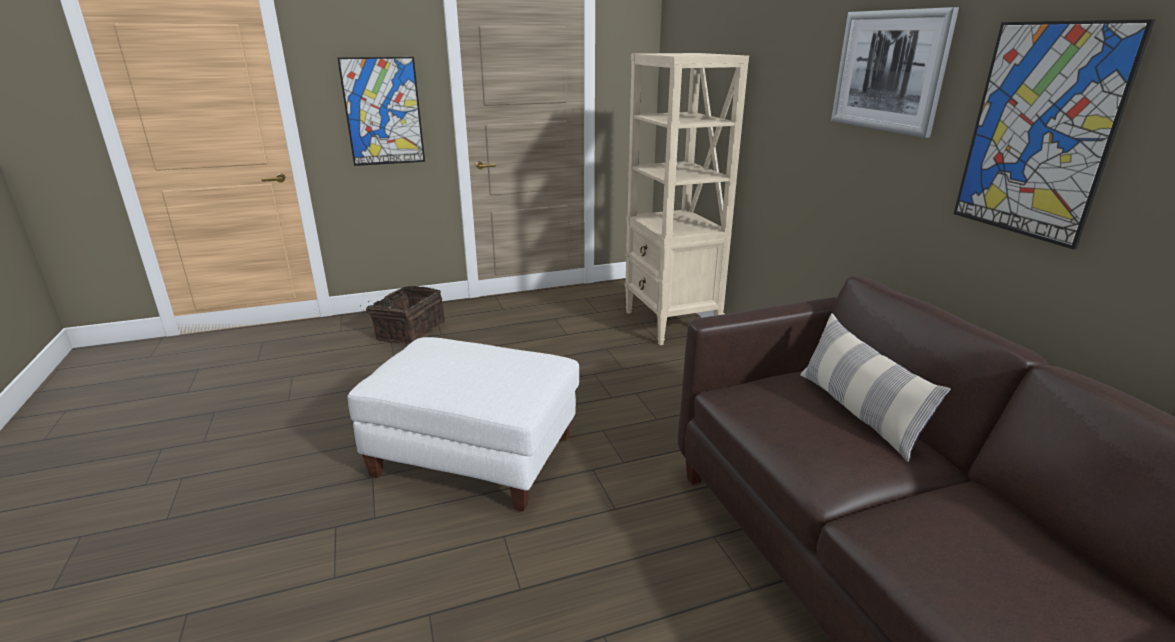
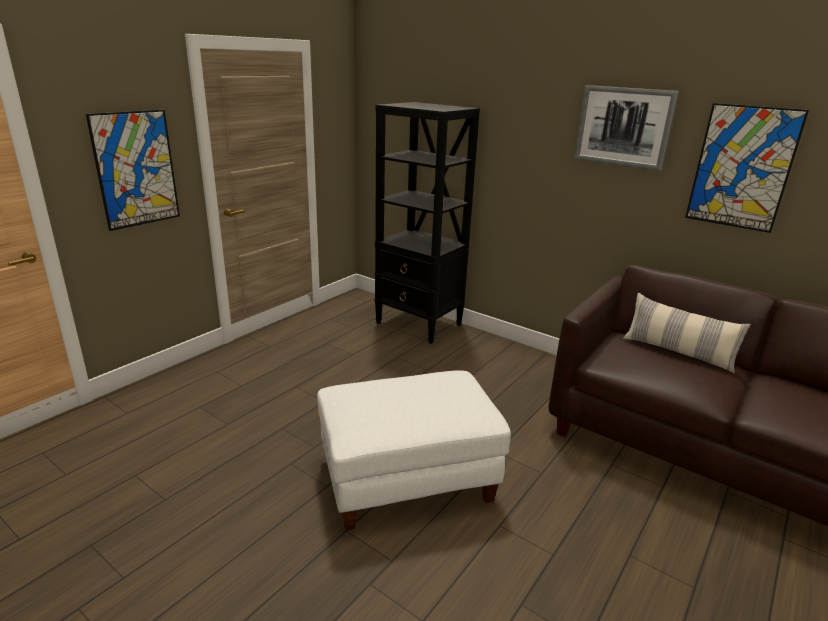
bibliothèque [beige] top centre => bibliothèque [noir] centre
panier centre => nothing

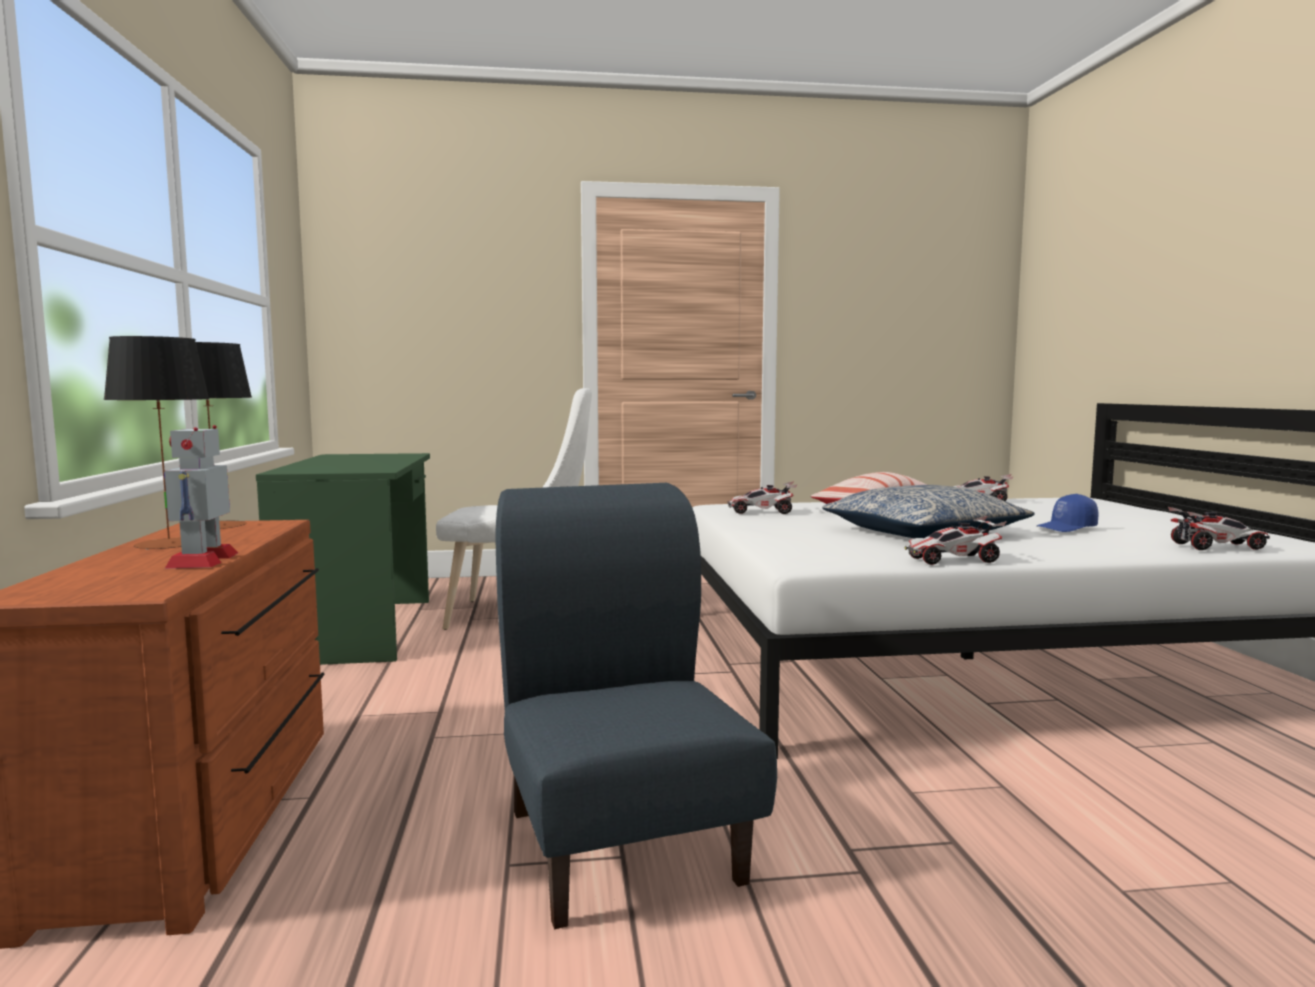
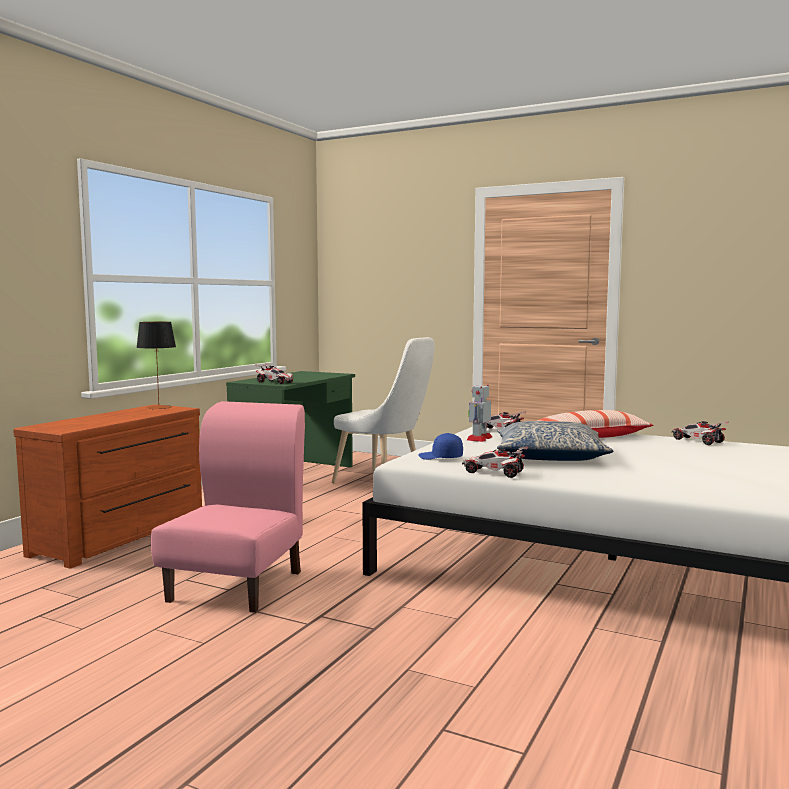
chaise [bleu] bottom centre => chaise [rose] middle left
petite voiture (4th from left in the first image) middle right => petite voiture (1st from left) centre, moved
casquette [bleu] middle right => casquette [bleu] centre, moved
robot jouet middle left => robot jouet centre, moved
lampe de table (1st from left) middle left => nothing

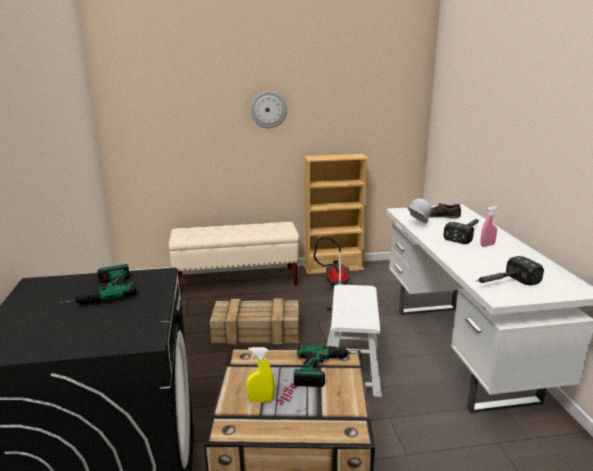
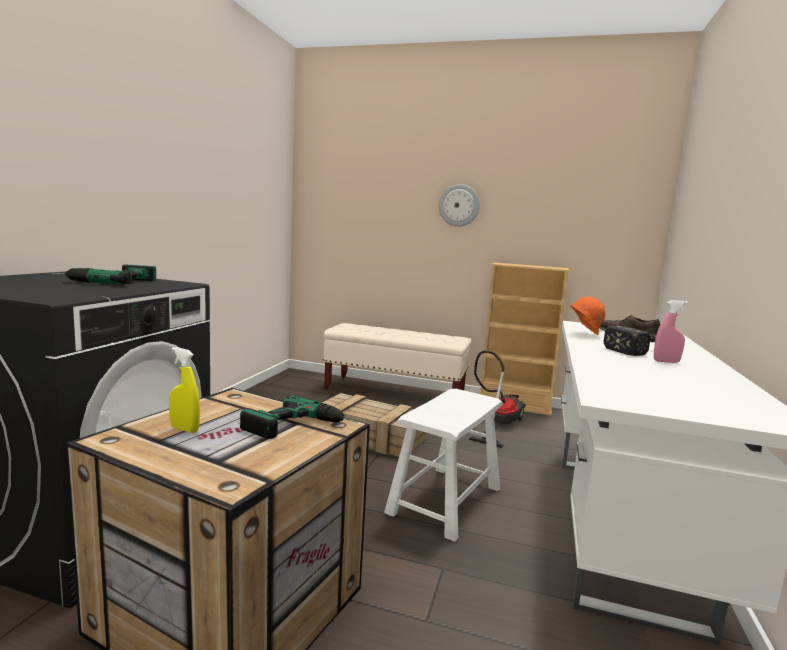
casque de chantier [blanc] middle right => casque de chantier [orange] middle right
marteau (2nd from left) middle right => nothing

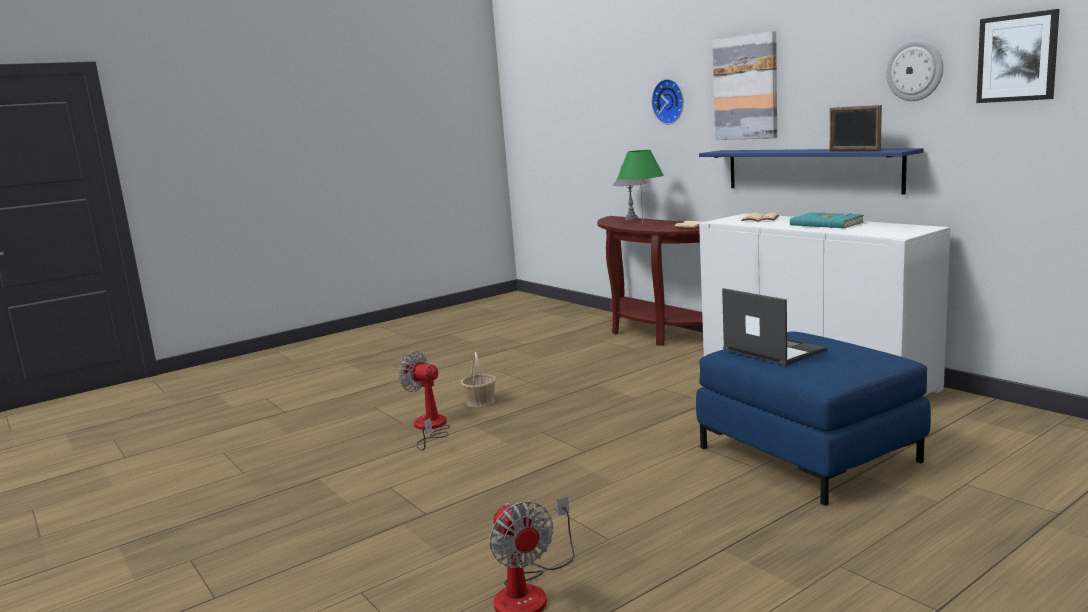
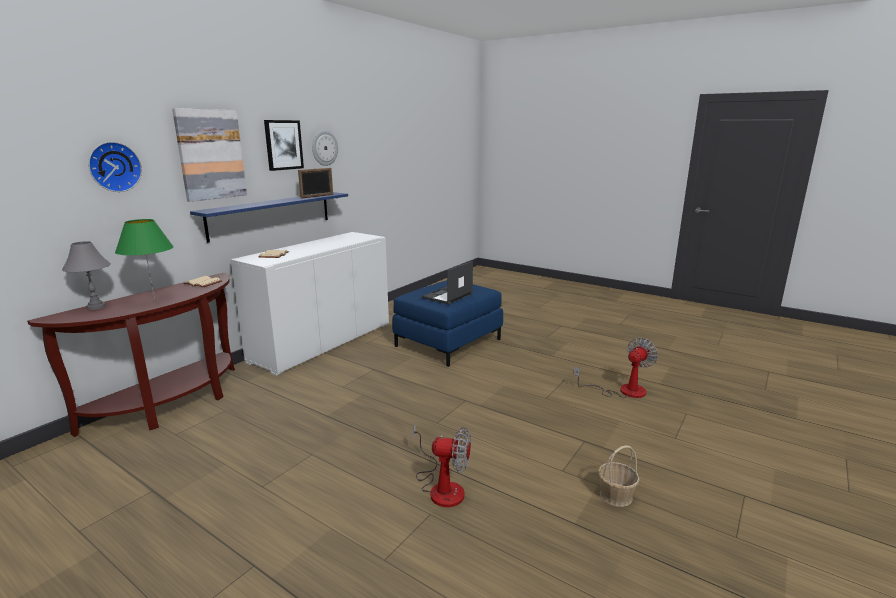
tableau (2nd from left) top right => tableau (2nd from left) top left, moved
ventilateur (1st from left) centre => ventilateur (1st from left) bottom centre, 90 degrees counterclockwise
panier centre => panier bottom right, moved
livre [turquoise] middle right => nothing

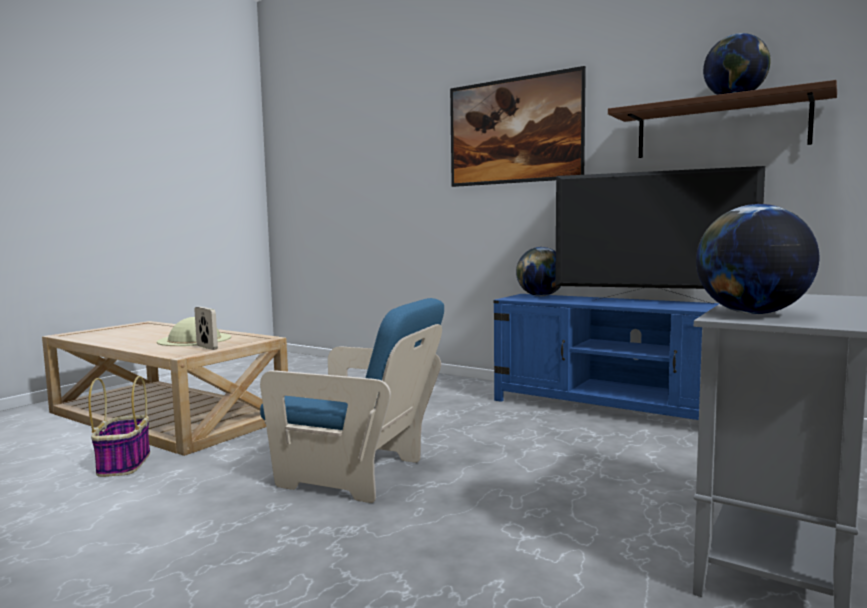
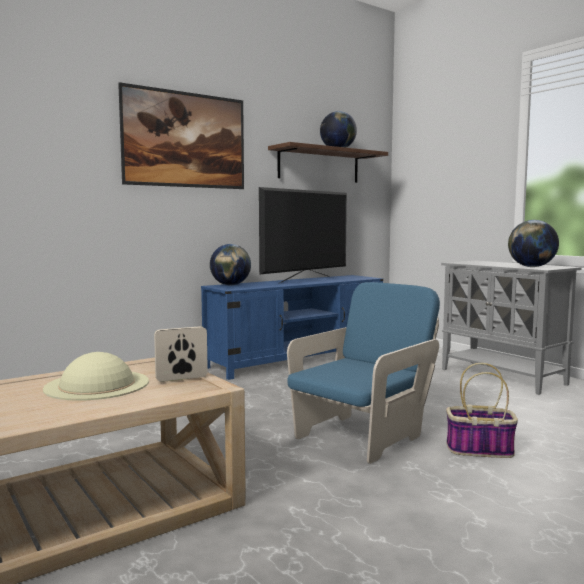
panier bottom left => panier bottom right, moved

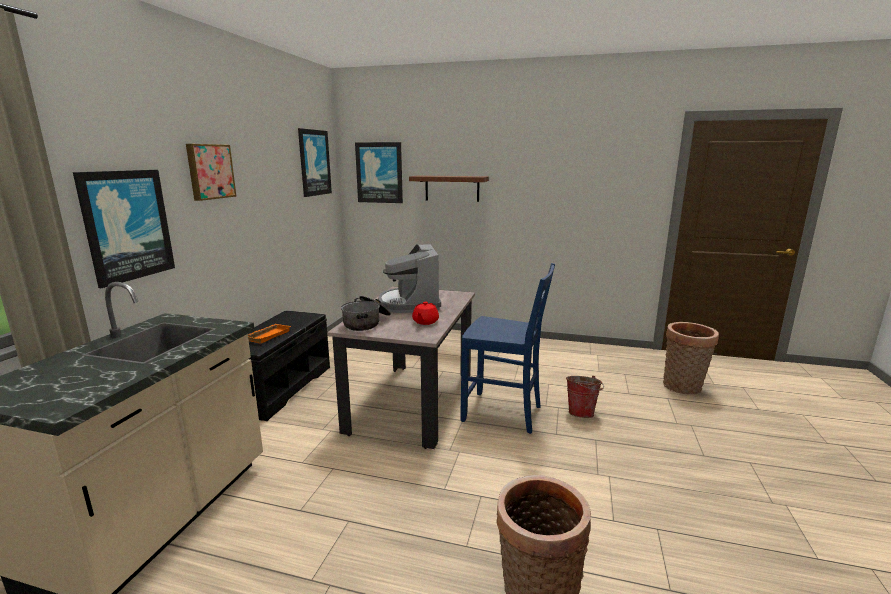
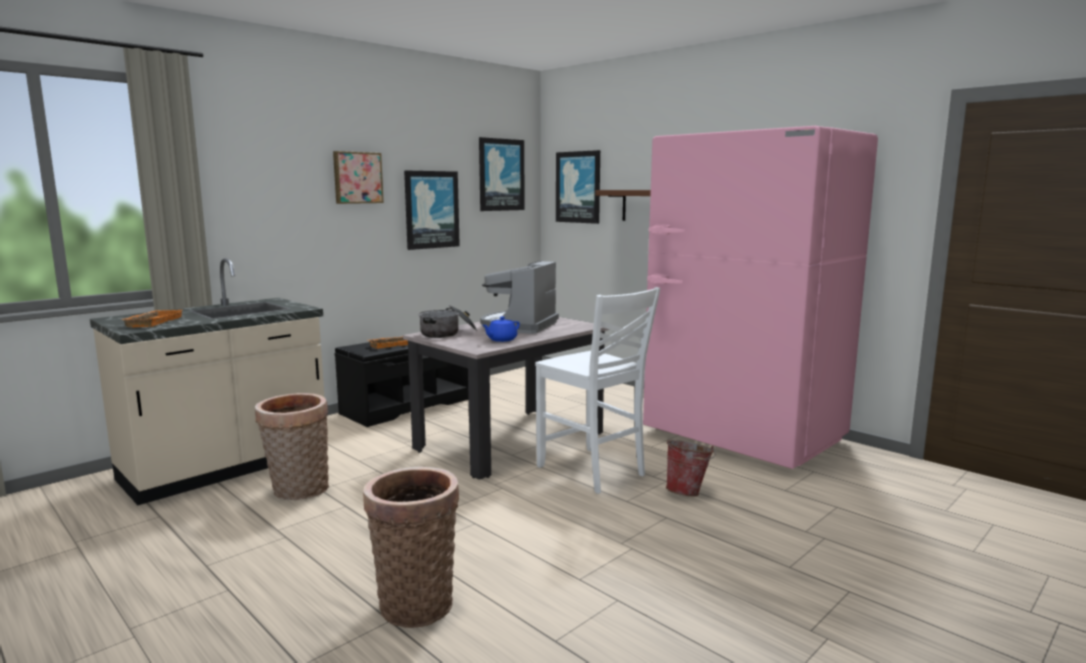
nothing => plateau [orange] (1st from left) middle left
panier (2nd from left in the first image) middle right => panier (1st from left) bottom left, moved
tableau (1st from left in the first image) middle left => tableau (2nd from left) top centre, moved
théière [rouge] centre => théière [bleu] centre
chaise [bleu] centre => chaise [blanc] centre
nothing => réfrigérateur [rose] middle right

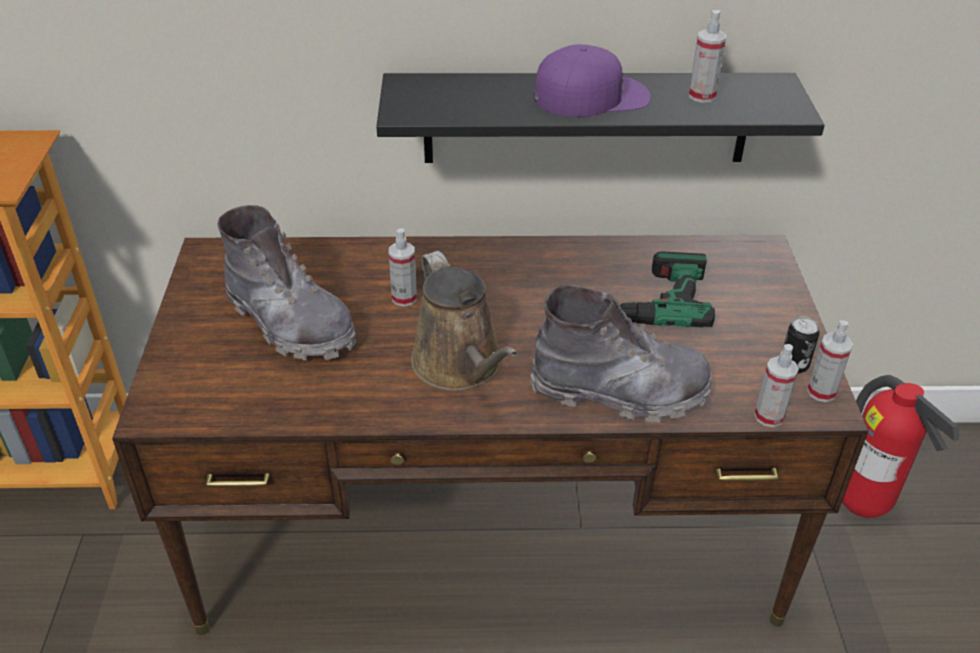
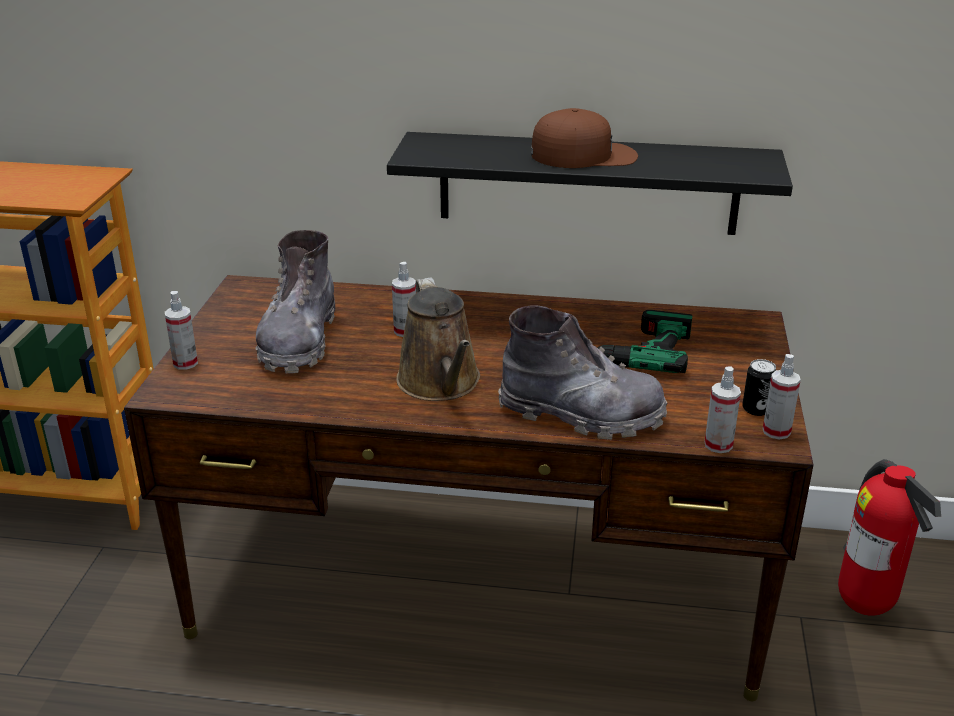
vaporisateur (2nd from left in the first image) top right => vaporisateur (1st from left) middle left, moved
botte [gris] (1st from left) middle left, 45 degrees clockwise
casquette [violet] top centre => casquette [marron] top centre

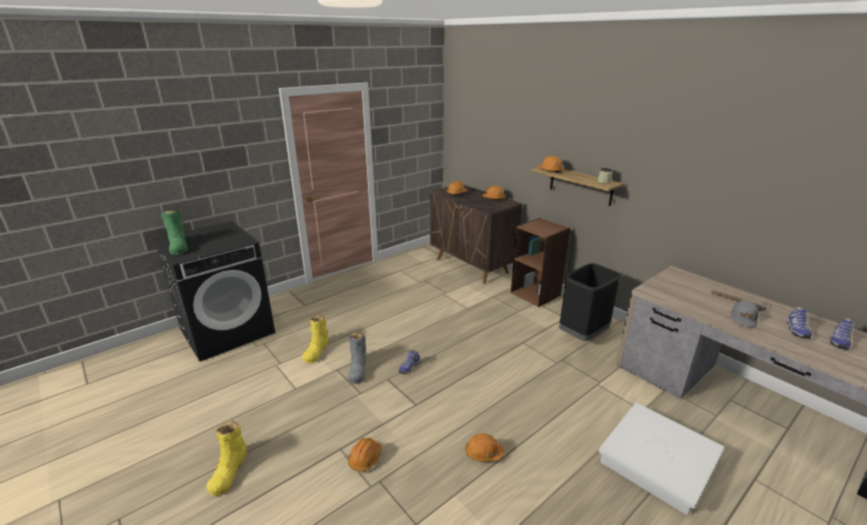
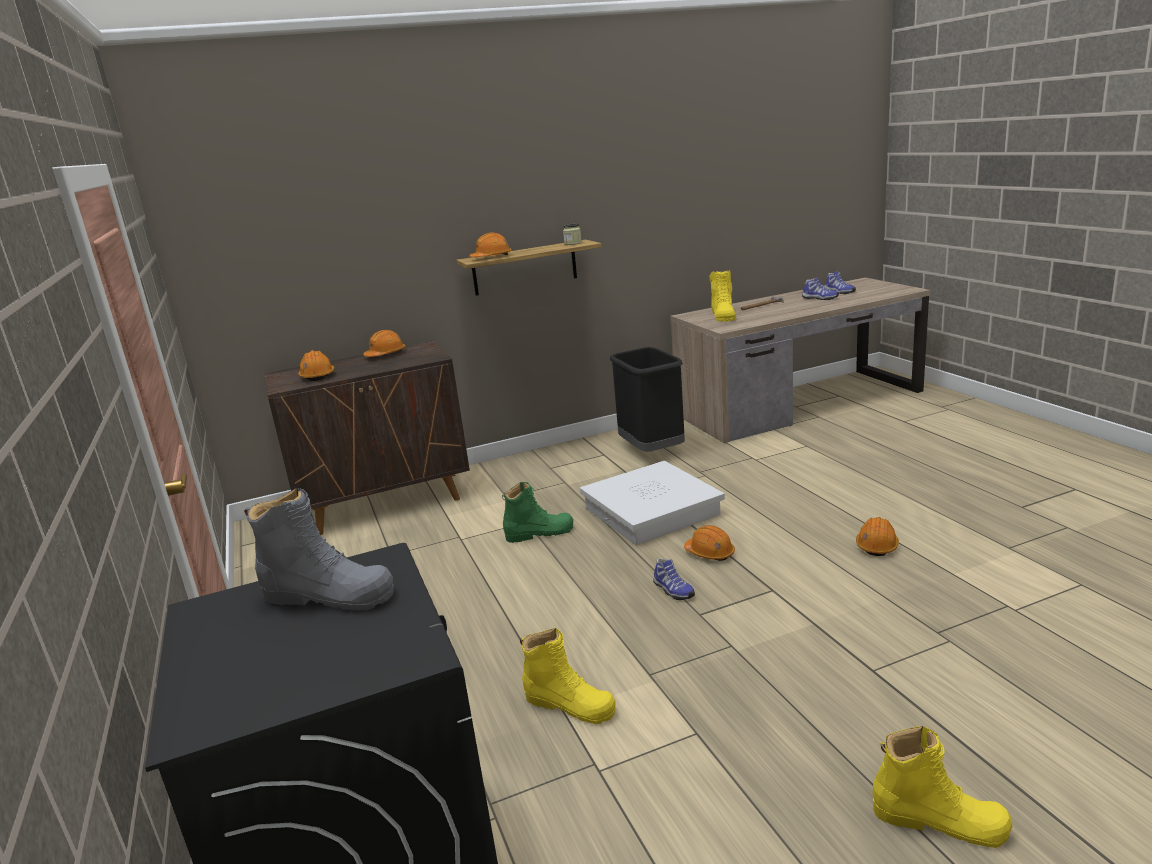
botte [gris] bottom centre => botte [gris] middle left, moved
botte [vert] middle left => botte [vert] centre, moved
boîte de rangement [blanc] bottom right => boîte de rangement [blanc] centre, moved
casque de chantier [orange] (1st from left in the first image) bottom centre => casque de chantier [orange] (4th from left) centre, moved
nothing => botte [jaune] (2nd from left) centre
bibliothèque [marron] centre => nothing
casquette [gris] middle right => nothing

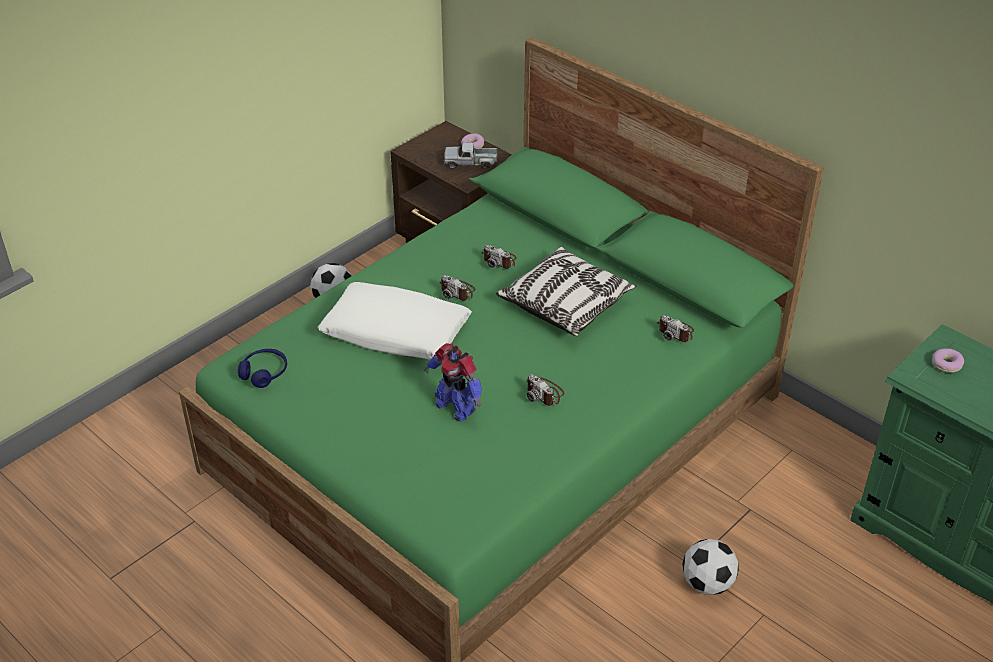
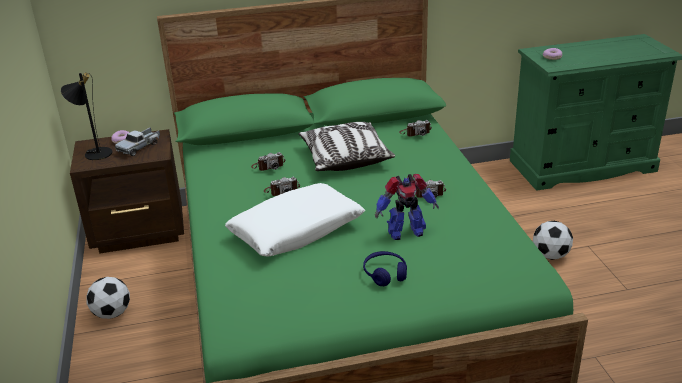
nothing => lampe de table [noir] top left
casque audio [bleu] middle left => casque audio [bleu] bottom centre, moved

